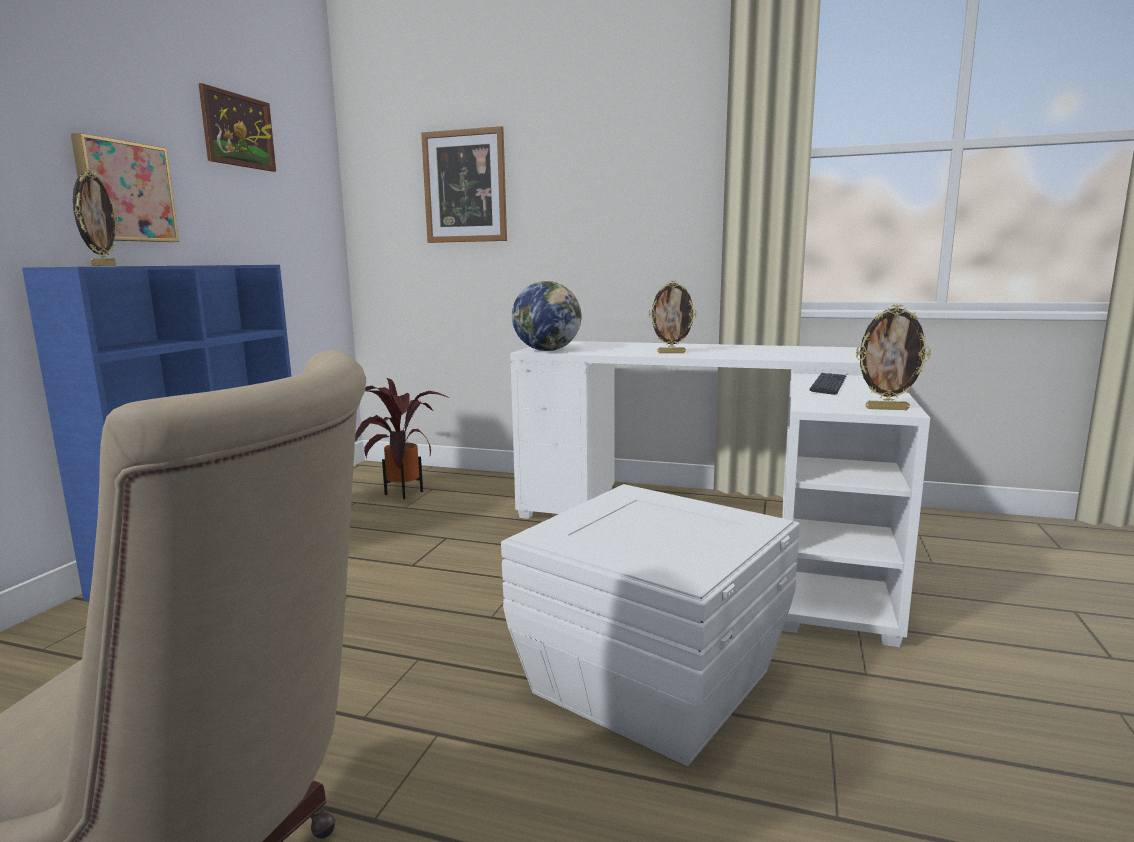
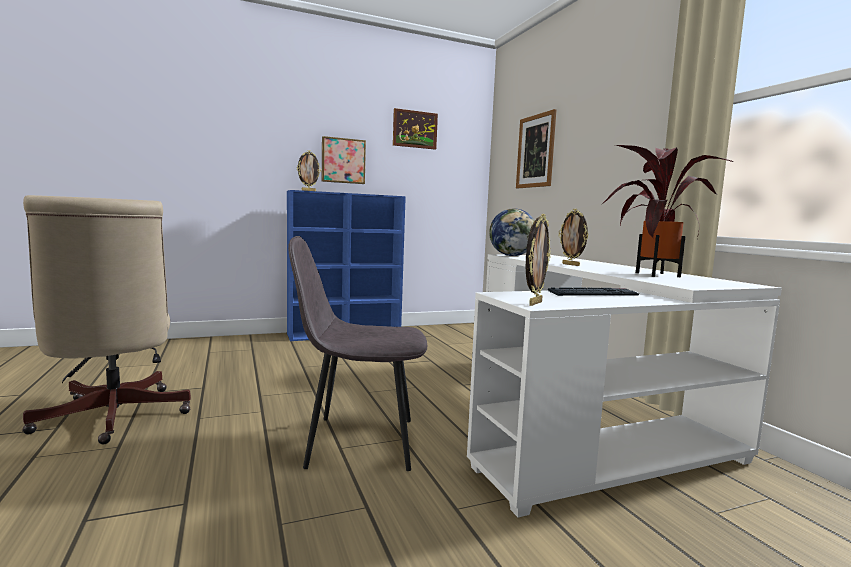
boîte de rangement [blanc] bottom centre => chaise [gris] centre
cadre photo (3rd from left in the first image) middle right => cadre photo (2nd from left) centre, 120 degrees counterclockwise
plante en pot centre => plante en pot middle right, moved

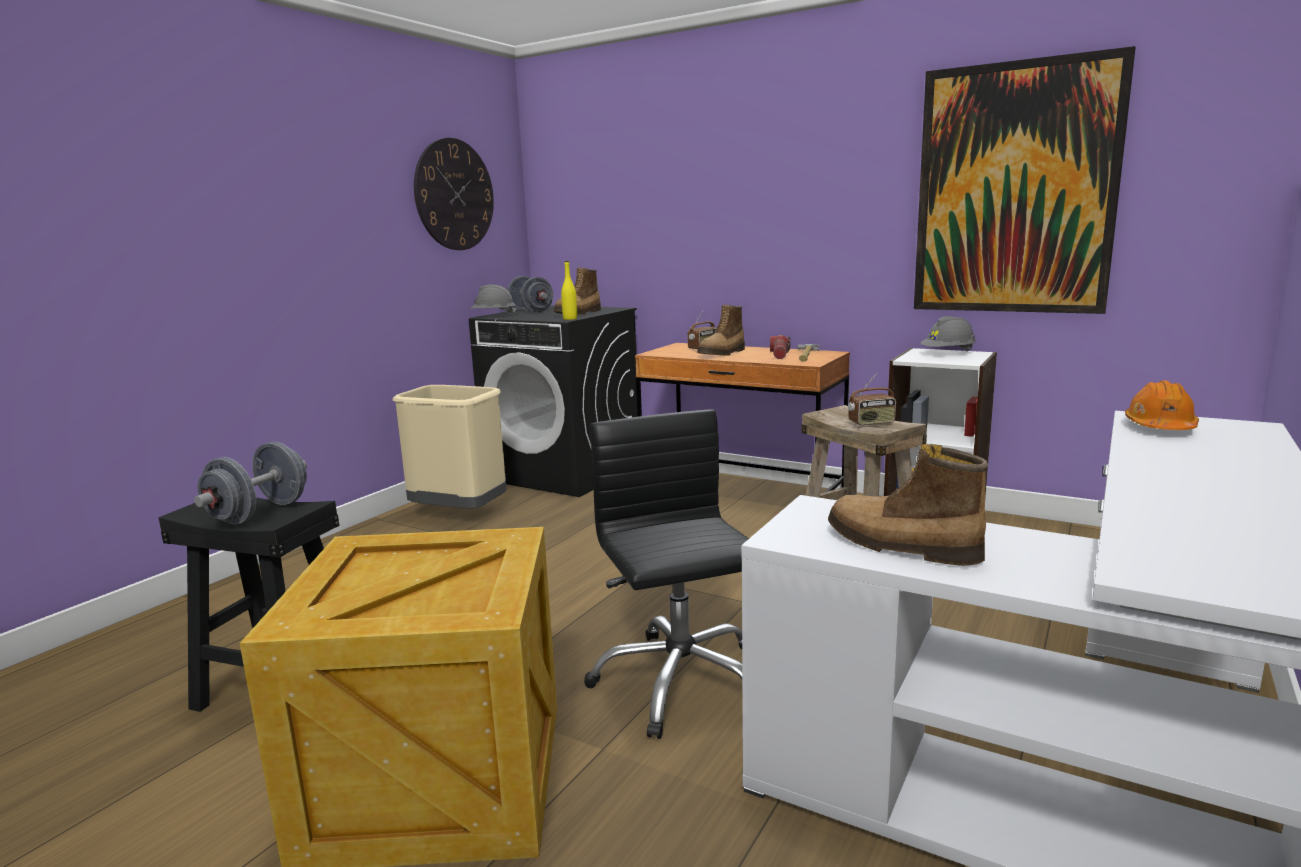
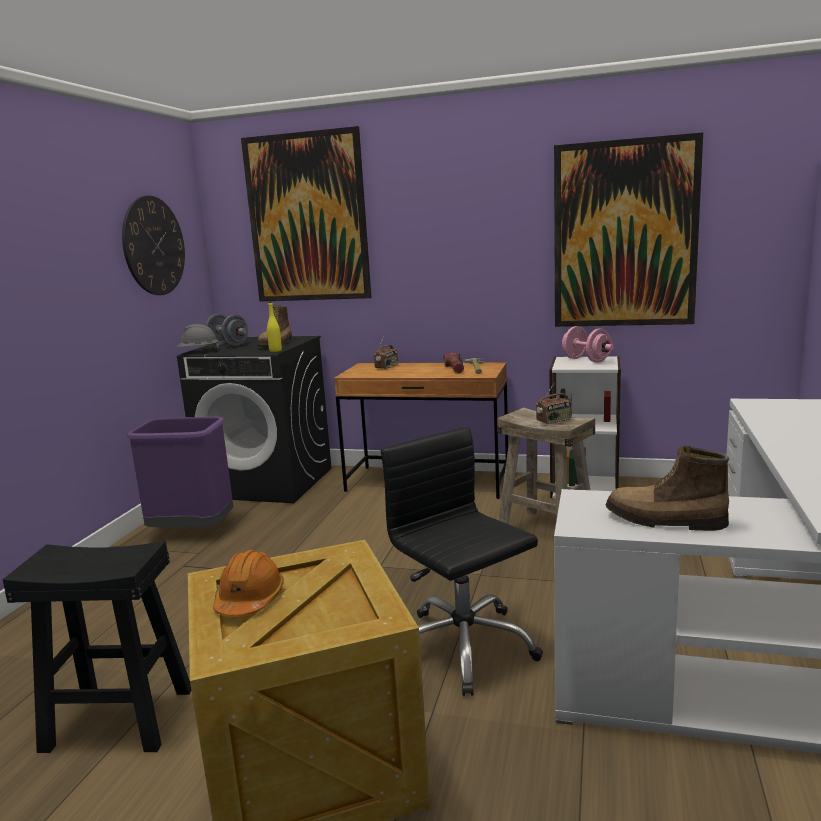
poubelle [beige] centre => poubelle [violet] middle left
casque de chantier [orange] middle right => casque de chantier [orange] bottom left, moved
nothing => tableau (1st from left) top centre
casque de chantier [gris] (2nd from left) middle right => haltère [rose] middle right
haltère [gris] (1st from left) middle left => nothing
botte (2nd from left) centre => nothing

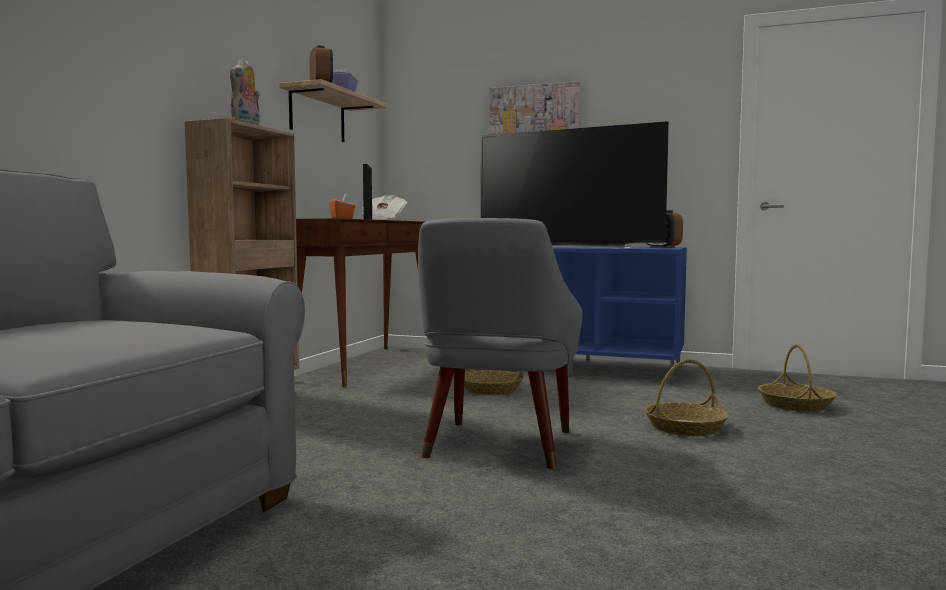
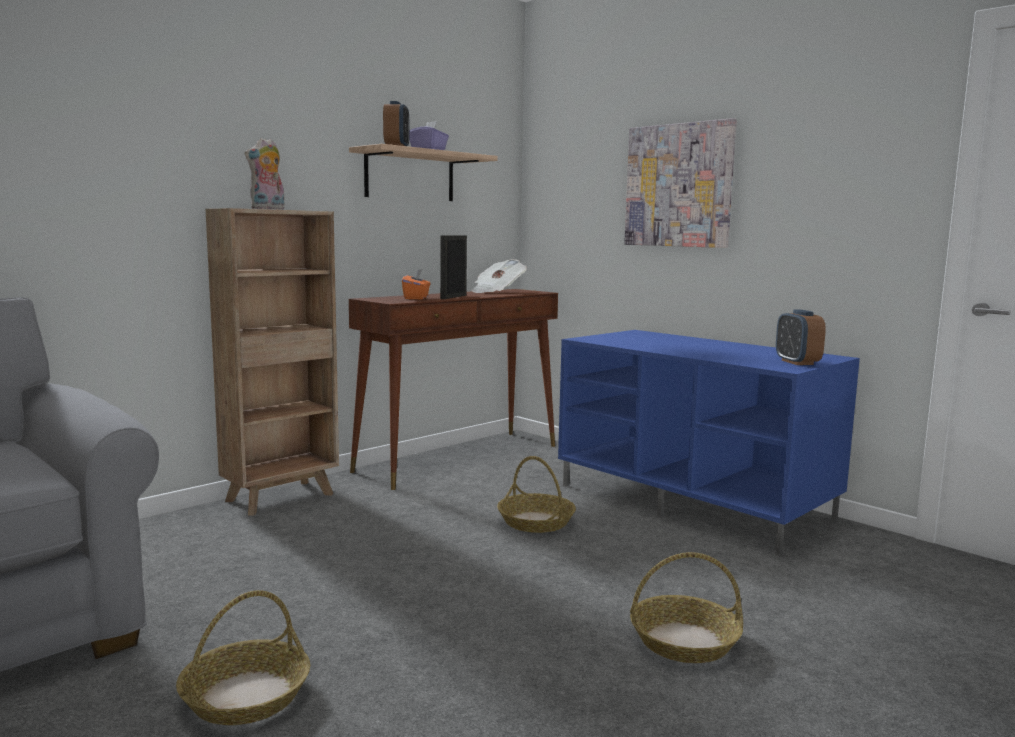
panier (3rd from left in the first image) middle right => panier (1st from left) bottom left, moved
fauteuil [gris] centre => nothing
téléviseur top centre => nothing

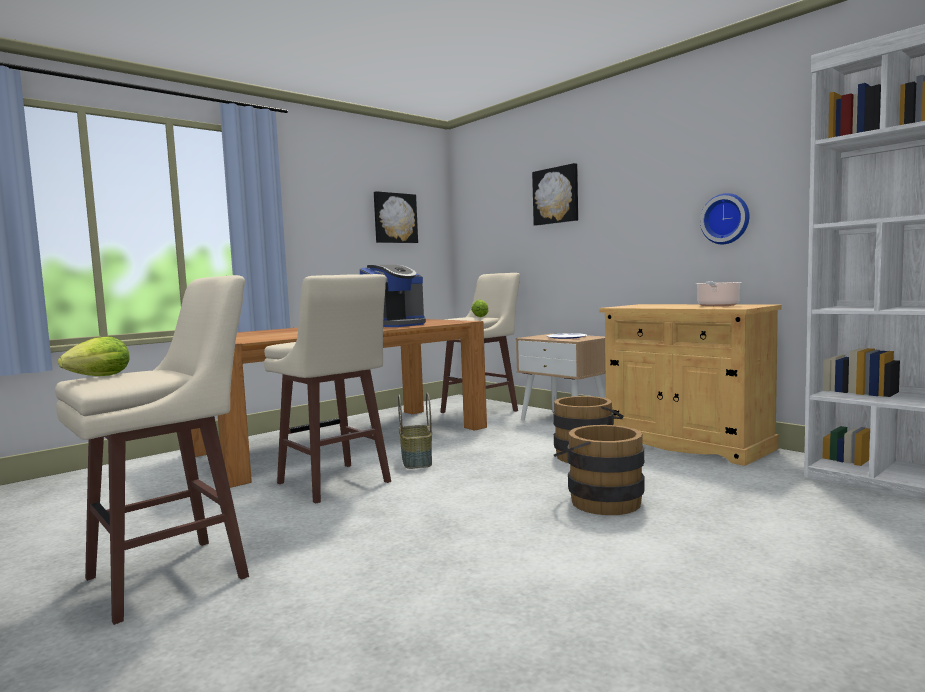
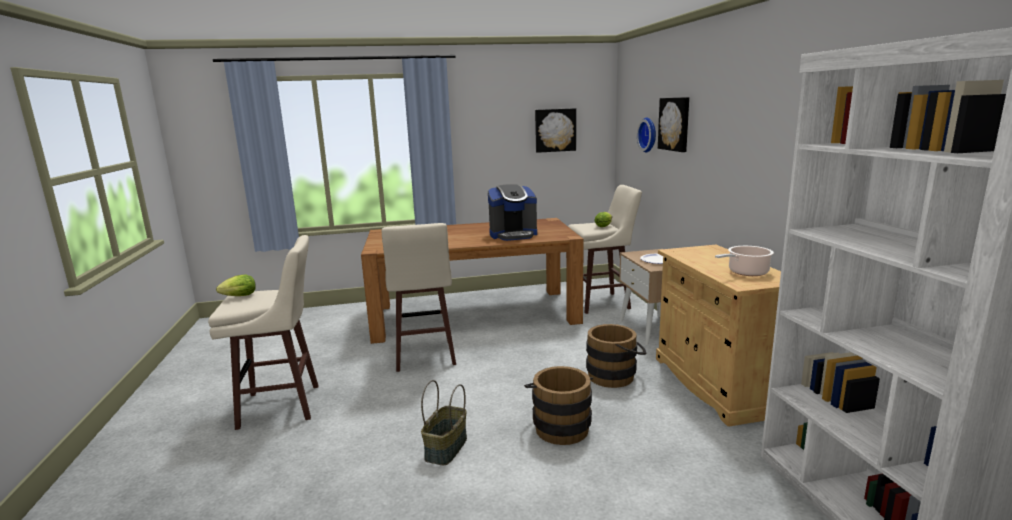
panier centre => panier bottom centre, moved
horloge murale top right => horloge murale top centre, moved

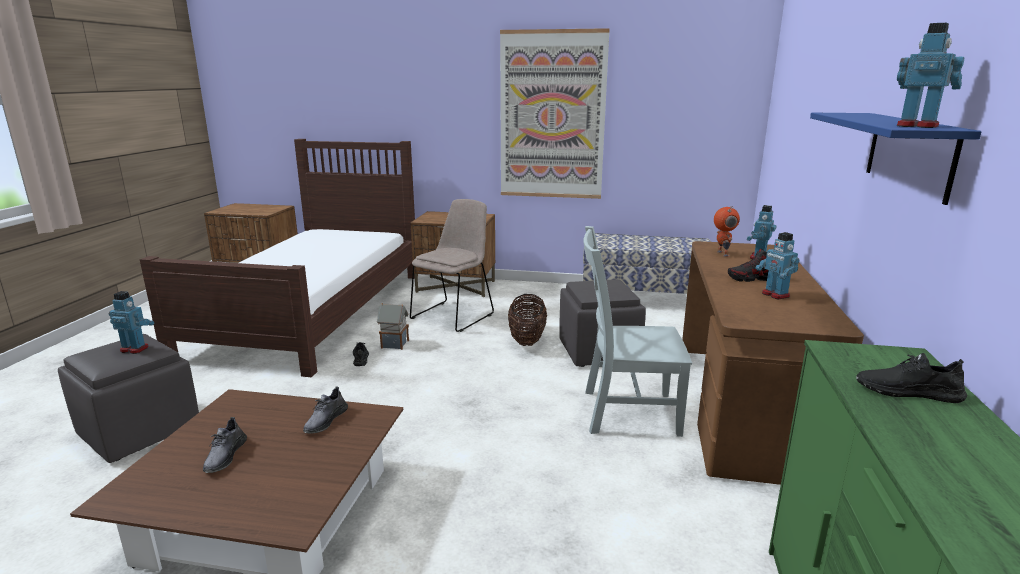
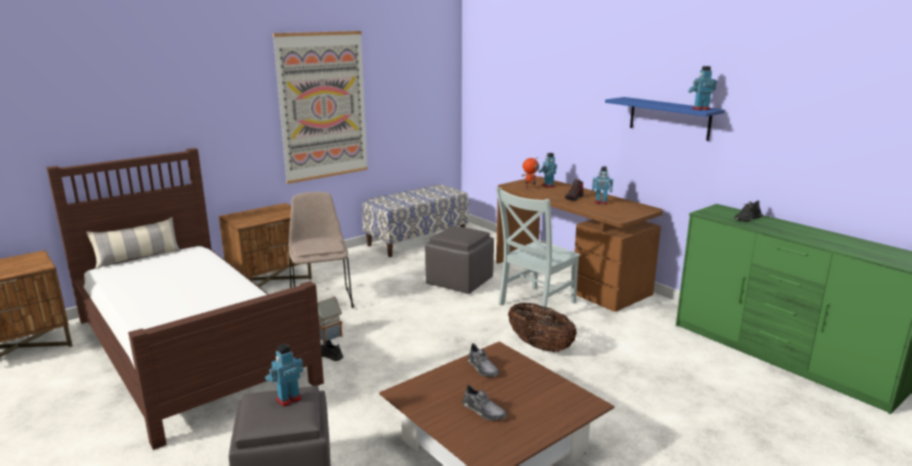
nothing => coussin middle left
panier centre => panier bottom centre, moved

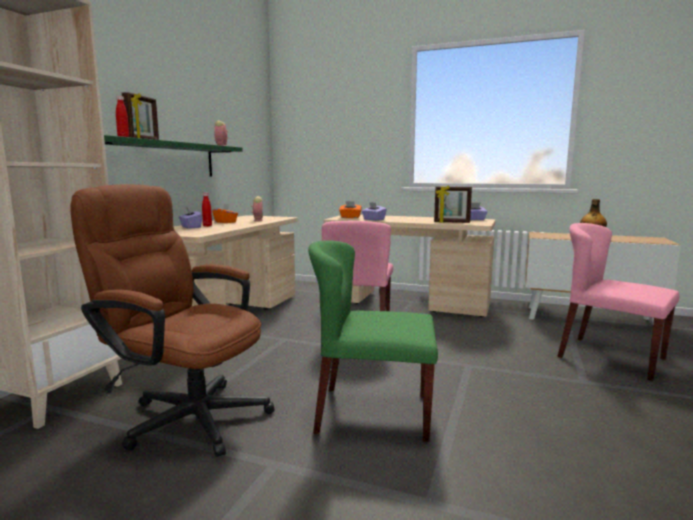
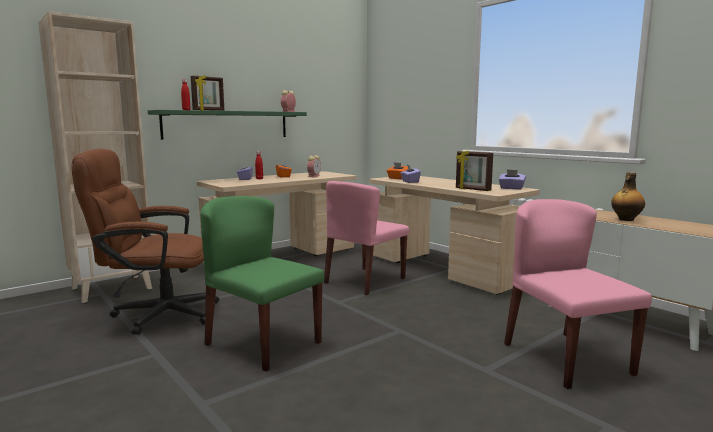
chaise de bureau [marron] middle left, 60 degrees counterclockwise

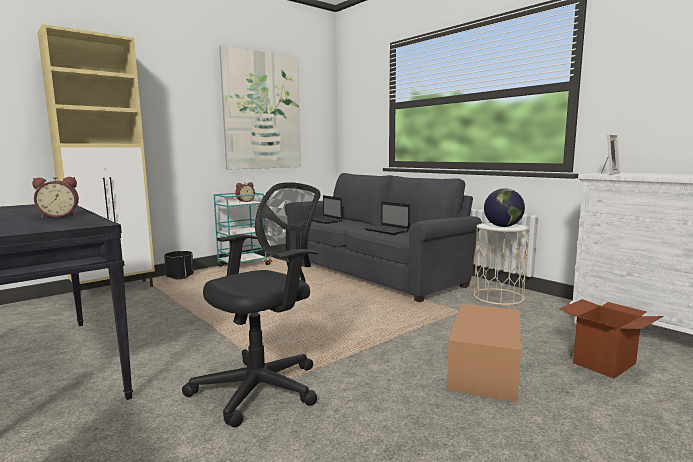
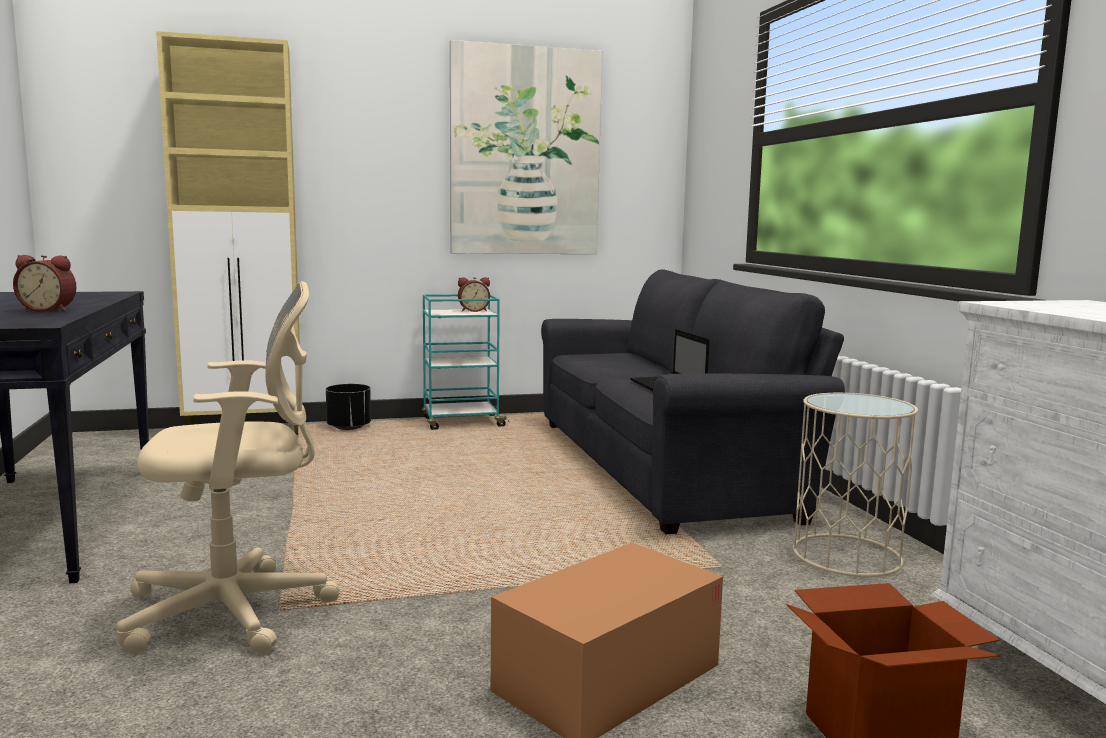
chaise de bureau [noir] centre => chaise de bureau [beige] middle left
ordinateur portable (1st from left) centre => nothing
globe middle right => nothing
cadre photo middle right => nothing

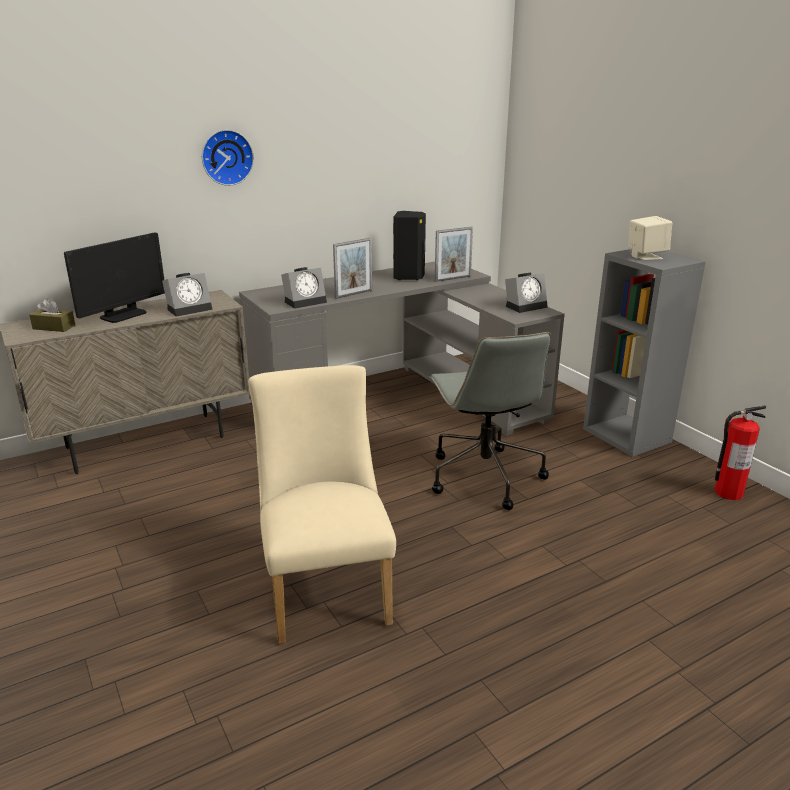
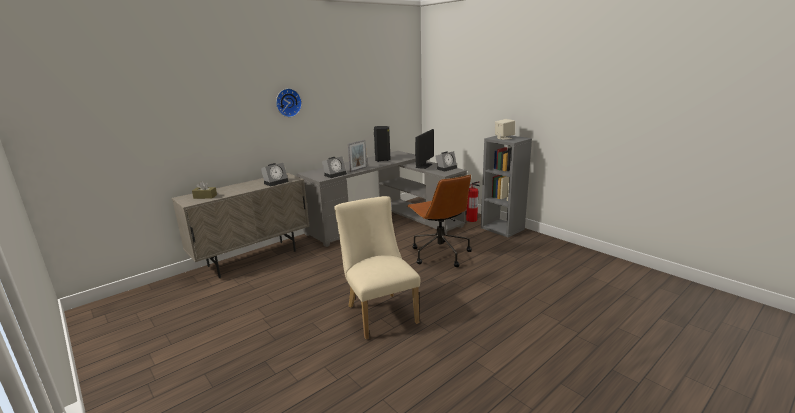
chaise de bureau [gris] centre => chaise de bureau [marron] centre
écran d'ordinateur middle left => écran d'ordinateur centre, moved
extincteur middle right => extincteur centre, moved
cadre photo (2nd from left) top centre => nothing

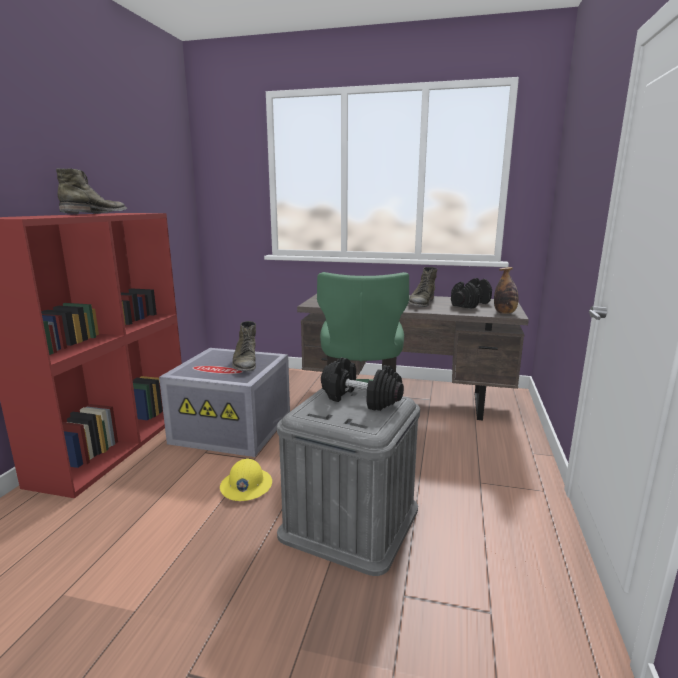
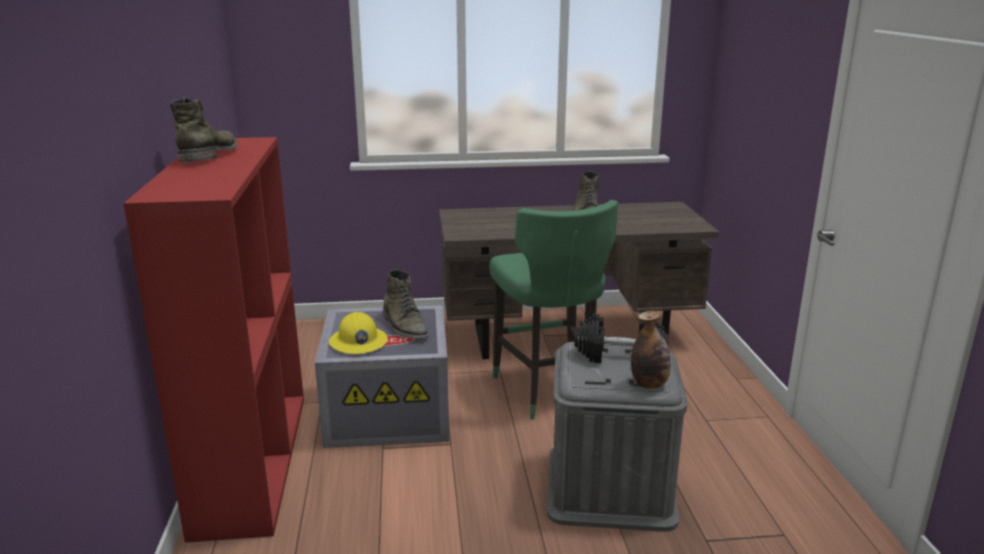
casque de chantier [jaune] bottom centre => casque de chantier [jaune] centre, moved
bouteille middle right => bouteille centre, moved
haltère [noir] (2nd from left) middle right => nothing

